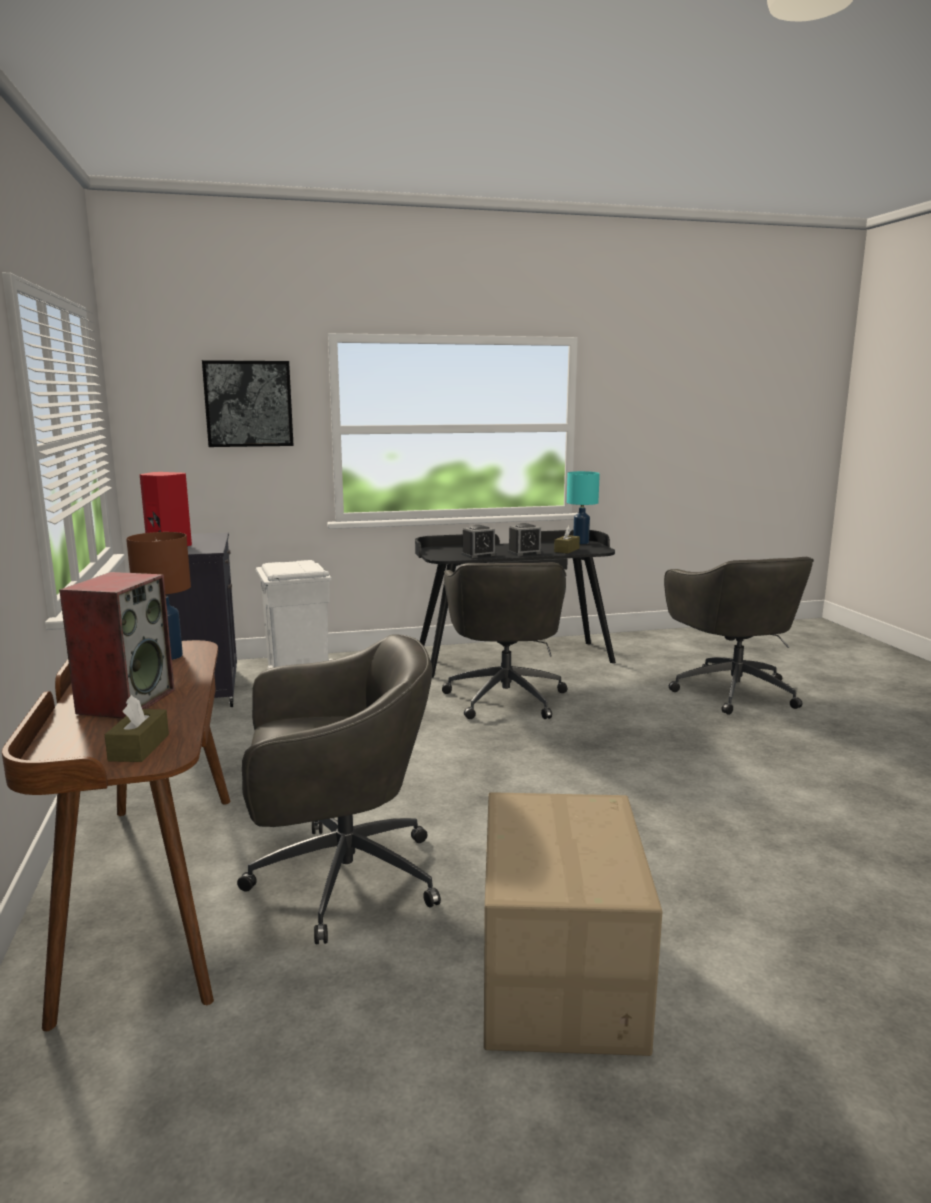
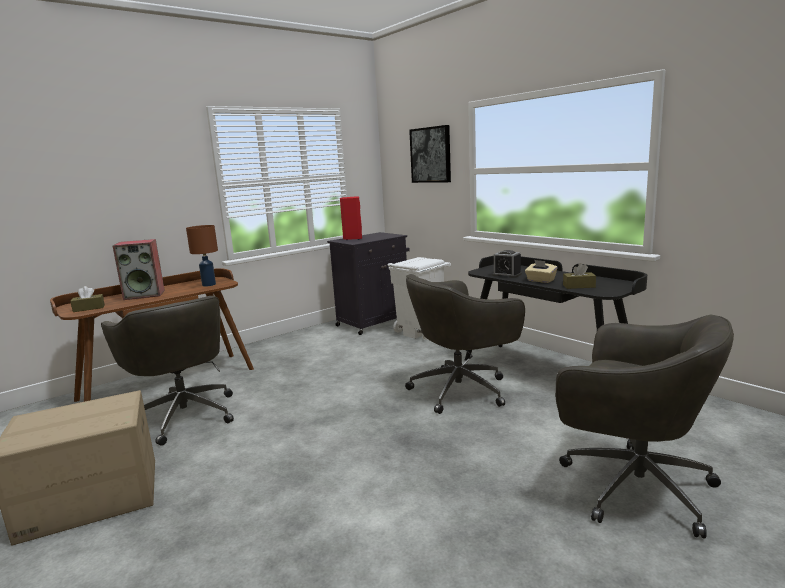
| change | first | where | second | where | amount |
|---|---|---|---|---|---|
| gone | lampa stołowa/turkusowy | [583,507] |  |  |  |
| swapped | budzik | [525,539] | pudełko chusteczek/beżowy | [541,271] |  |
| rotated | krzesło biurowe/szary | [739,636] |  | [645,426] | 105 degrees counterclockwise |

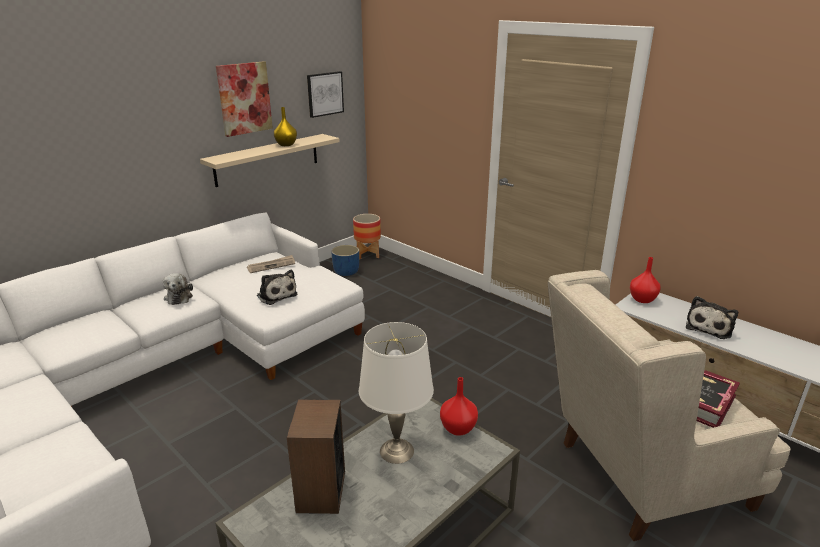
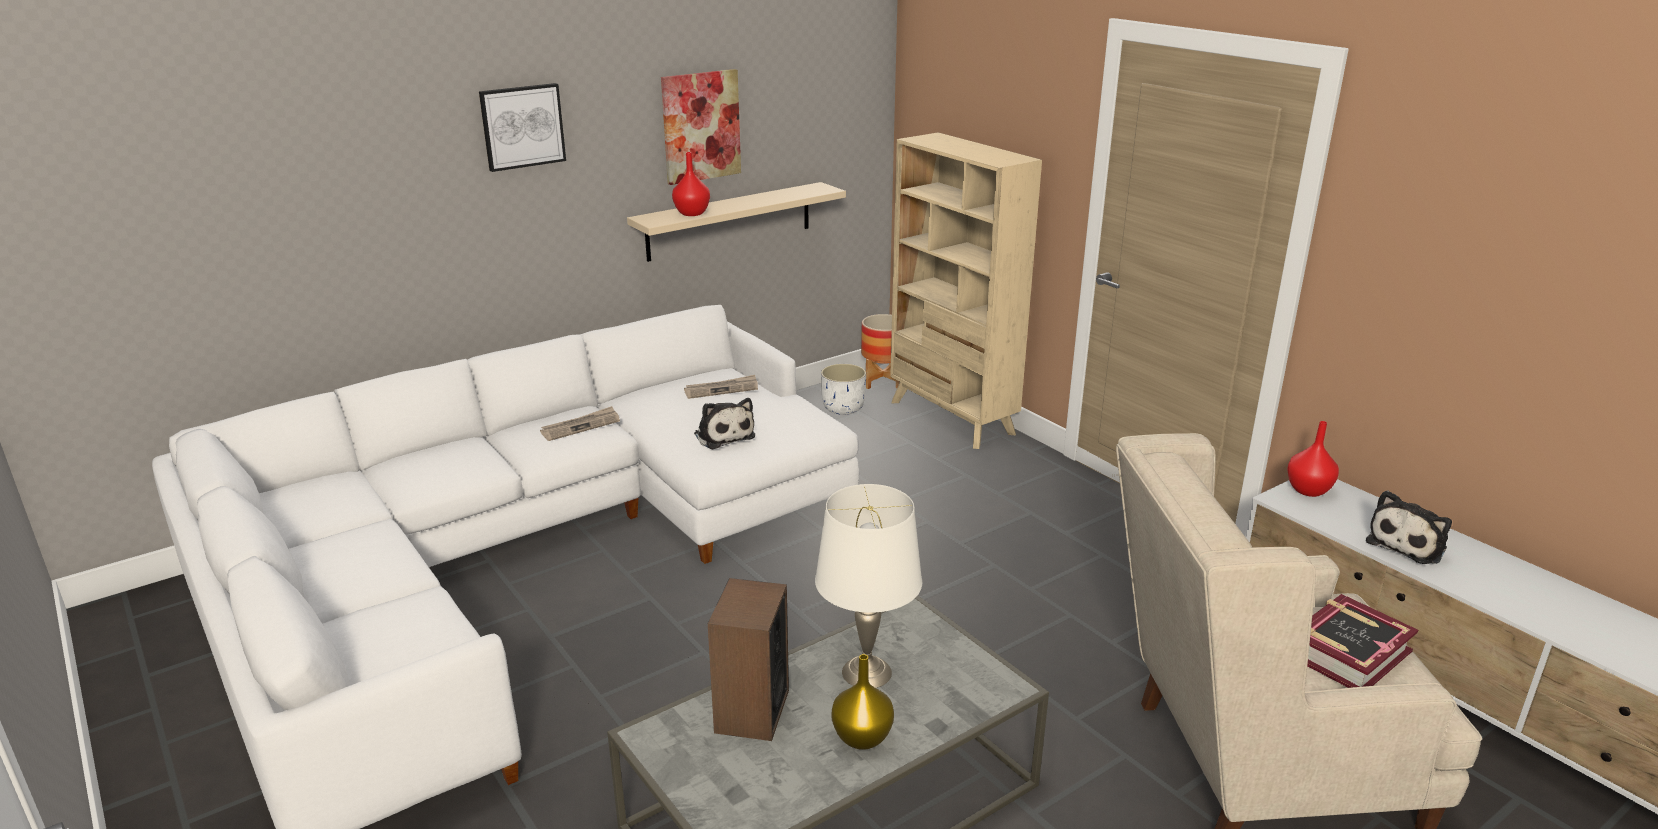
| change | first | where | second | where | amount |
|---|---|---|---|---|---|
| new |  |  | regał/beżowy | [966,290] |  |
| shifted | wazon/żółty | [285,126] |  | [863,702] |  |
| shifted | obraz | [325,94] |  | [522,127] |  |
| shifted | wazon/czerwony | [459,406] |  | [691,184] |  |
| swapped | pluszak | [177,289] | gazeta | [580,423] |  |
| repainted | donica/niebieski | [345,260] | donica/biały | [843,389] |  |

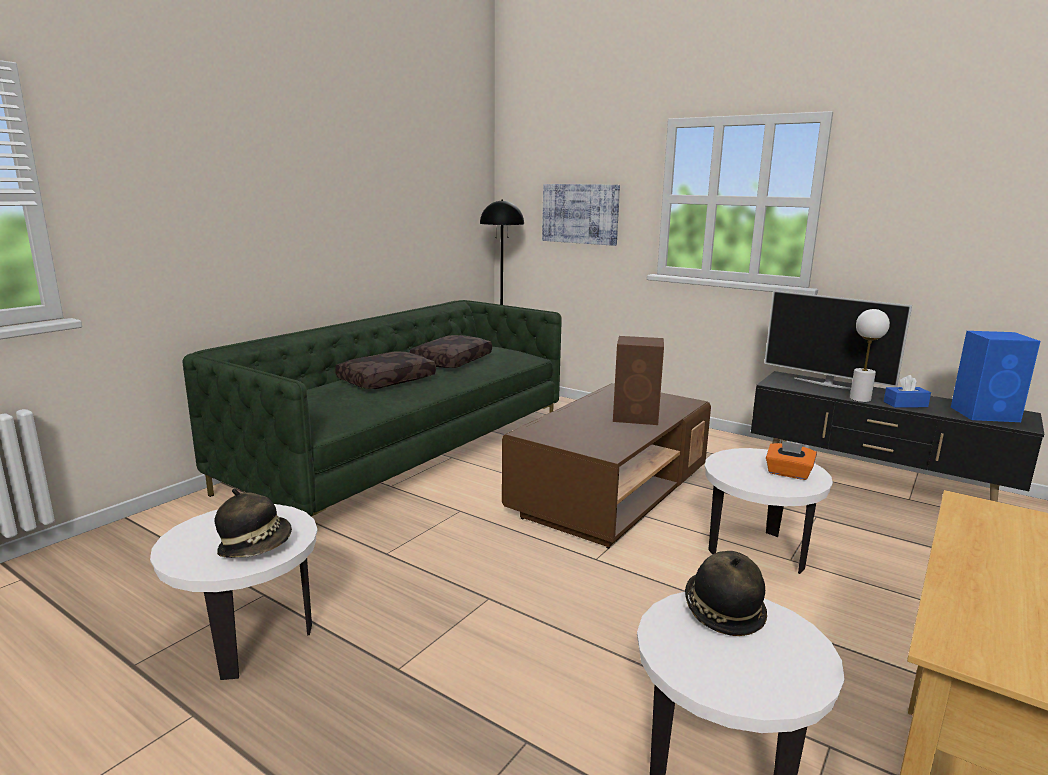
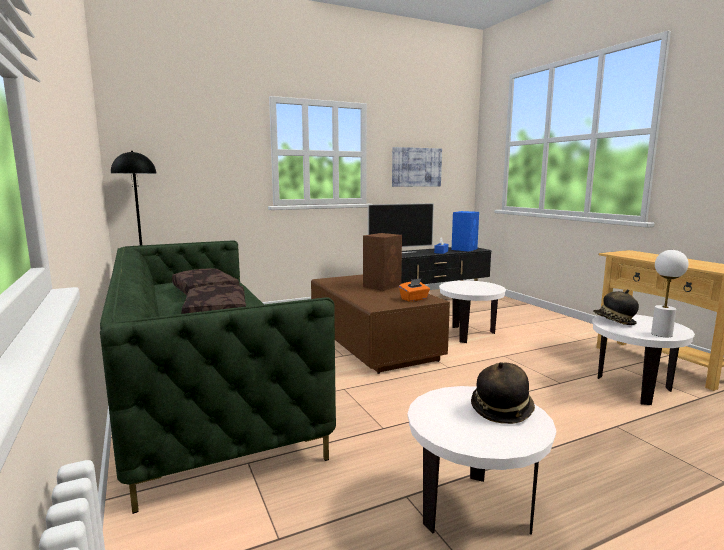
| change | first | where | second | where | amount |
|---|---|---|---|---|---|
| shifted | obraz | [581,215] |  | [417,167] |  |
| shifted | pudełko chusteczek/pomarańczowy | [791,460] |  | [414,290] |  |
| shifted | lampa stołowa/biały | [870,355] |  | [669,293] |  |

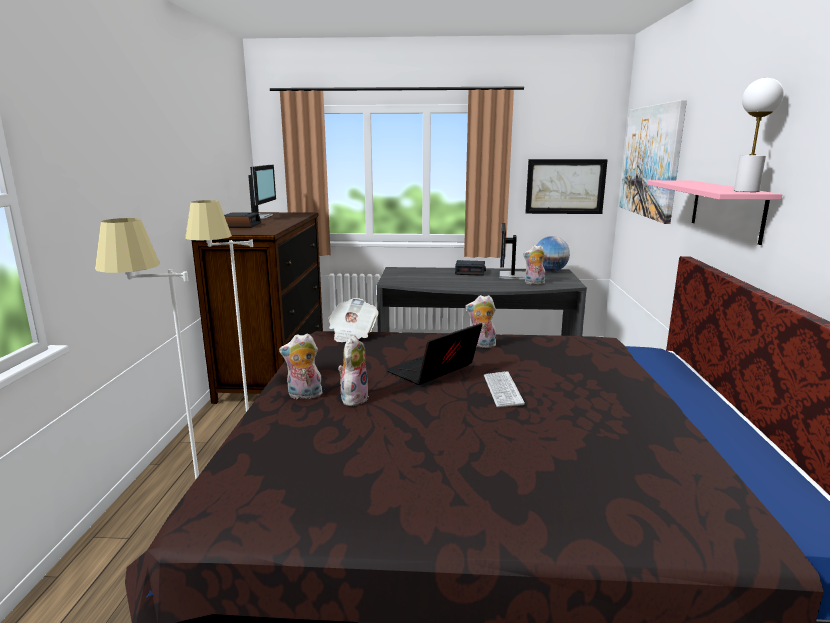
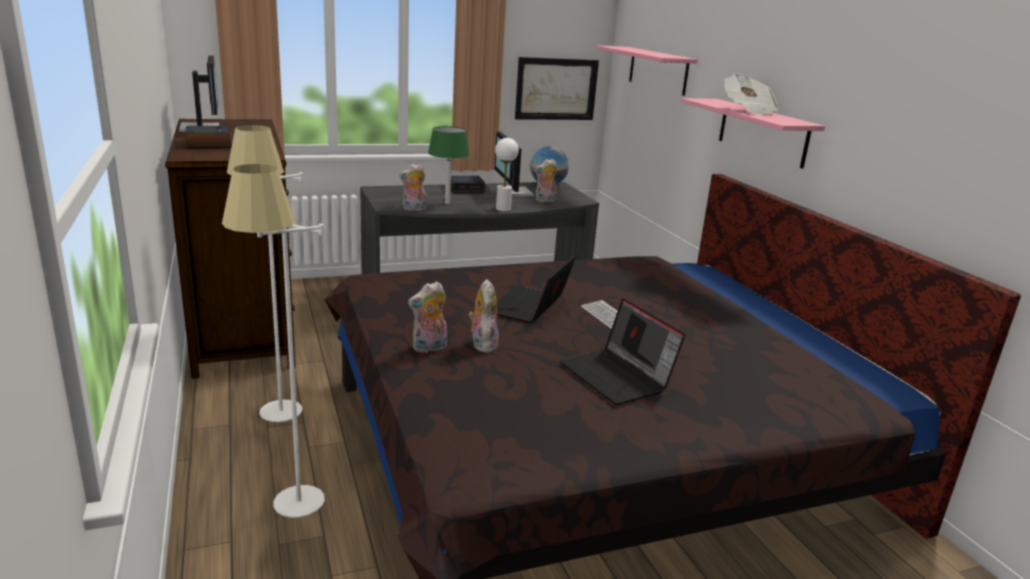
| change | first | where | second | where | amount |
|---|---|---|---|---|---|
| new |  |  | lampa stołowa/zielony | [449,165] |  |
| new |  |  | laptop | [622,351] |  |
| shifted | gazeta | [353,320] |  | [751,94] |  |
| shifted | pluszak | [480,321] |  | [412,187] |  |
| shifted | lampa stołowa/biały | [759,135] |  | [507,175] |  |
| swapped | obraz | [653,162] | półka/różowy | [647,70] |  |

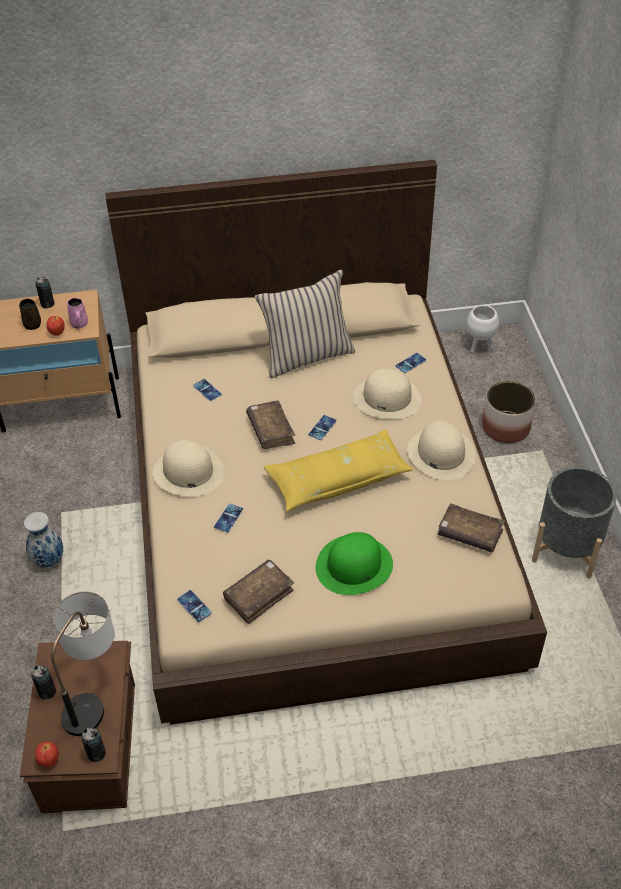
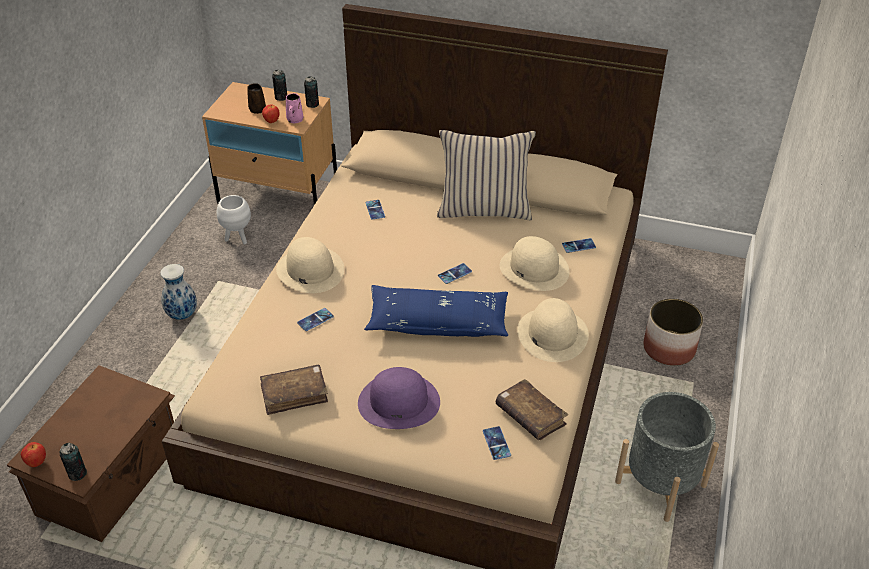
| change | first | where | second | where | amount |
|---|---|---|---|---|---|
| gone | lampa stołowa | [83,663] |  |  |  |
| gone | książka/brązowy | [270,424] |  |  |  |
| shifted | puszka | [43,682] |  | [311,92] |  |
| shifted | telefon | [194,606] |  | [497,443] |  |
| shifted | donica/biały | [482,329] |  | [234,219] |  |
| repainted | poduszka/żółty | [338,470] | poduszka/niebieski | [436,311] |  |
| repainted | kapelusz/zielony | [354,563] | kapelusz/fioletowy | [399,398] |  |

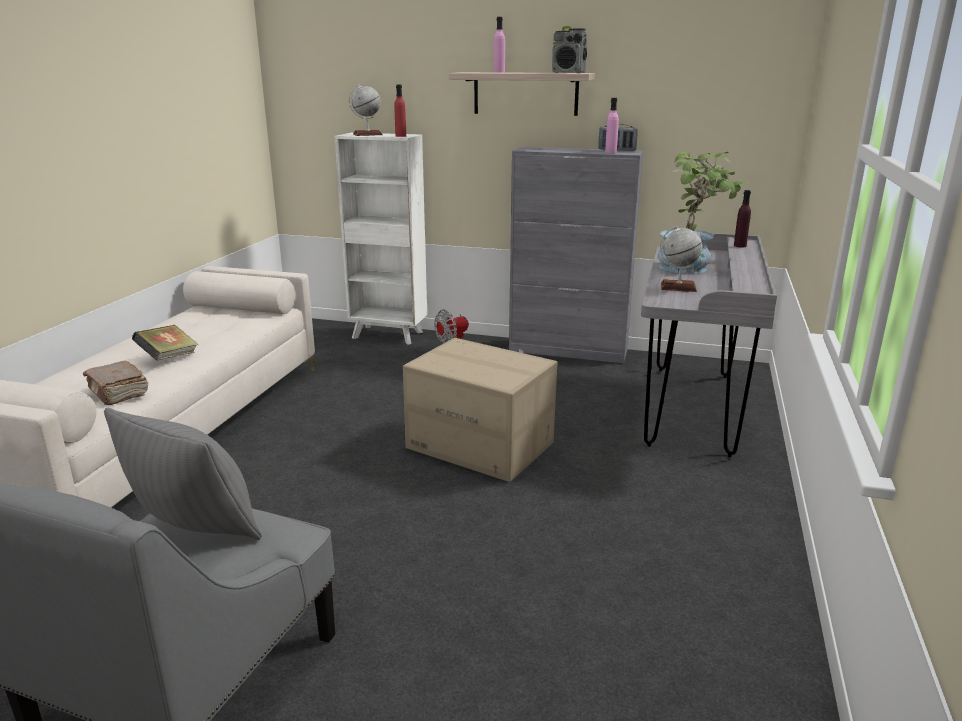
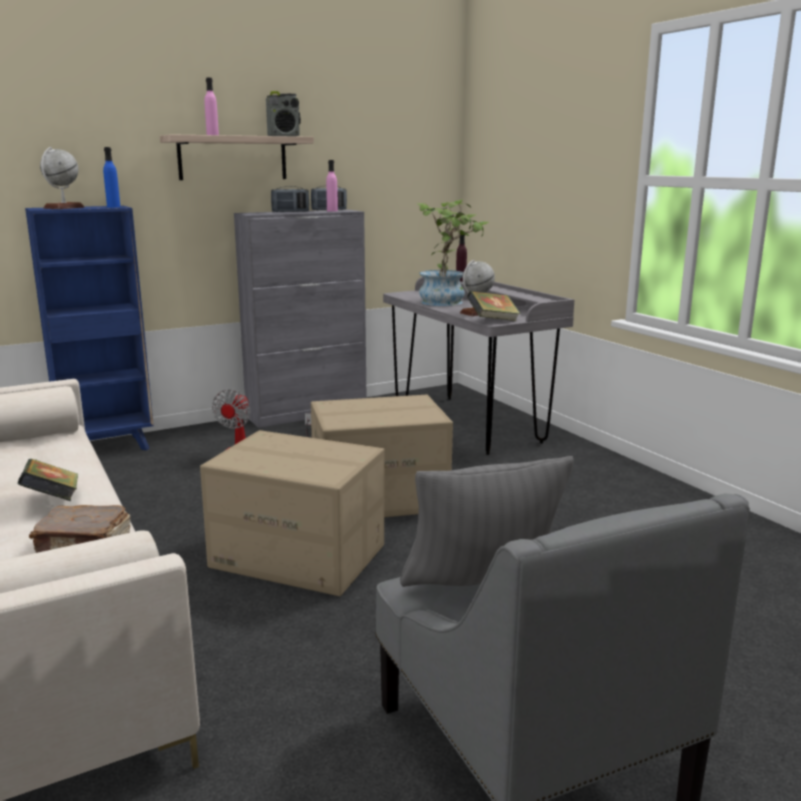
| change | first | where | second | where | amount |
|---|---|---|---|---|---|
| new |  |  | karton | [292,513] |  |
| new |  |  | radio | [290,199] |  |
| new |  |  | książka | [494,306] |  |
| repainted | regał/biały | [381,239] | regał/niebieski | [89,328] |  |
| repainted | butelka/czerwony | [400,110] | butelka/niebieski | [111,177] |  |

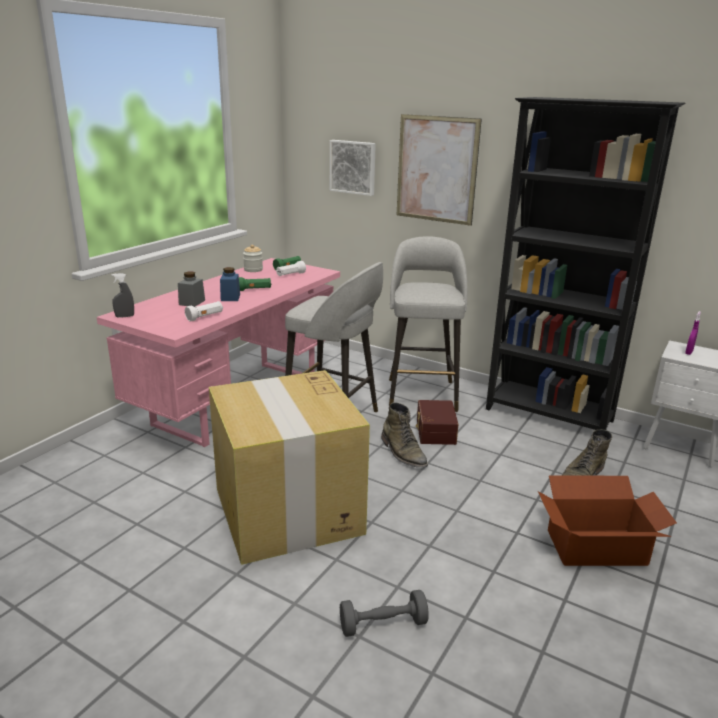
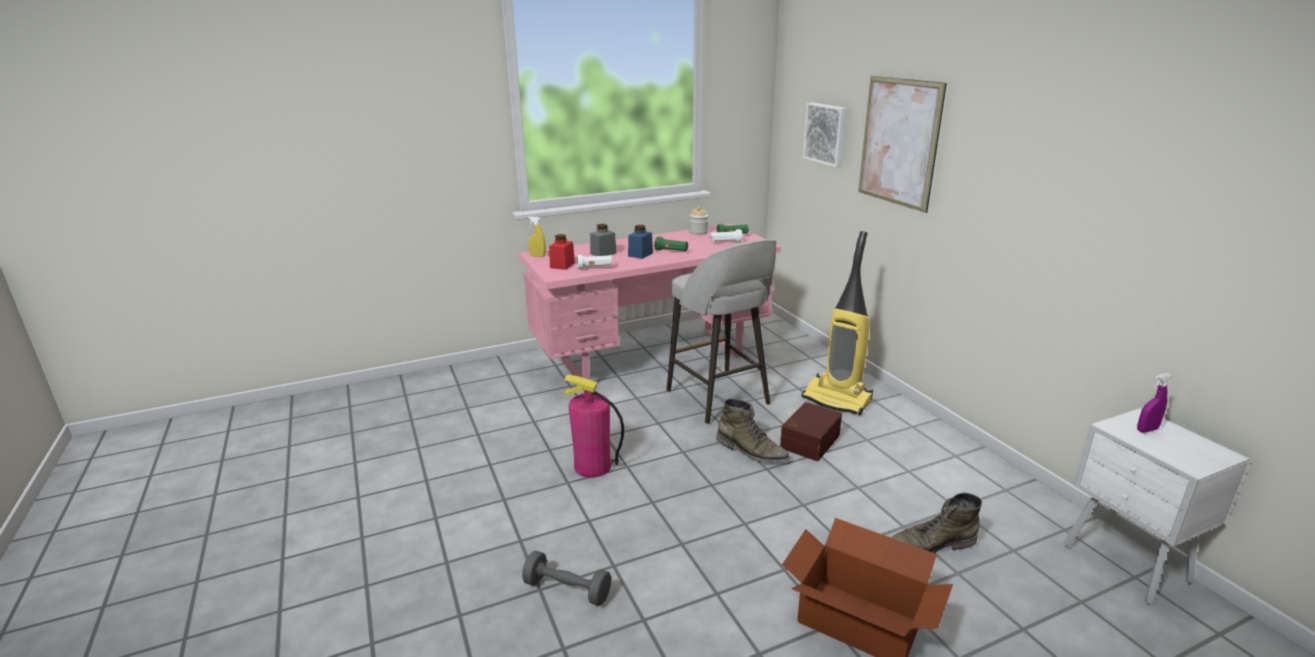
| change | first | where | second | where | amount |
|---|---|---|---|---|---|
| gone | regał/czarny | [585,263] |  |  |  |
| new |  |  | słoik/czerwony | [562,252] |  |
| swapped | karton | [289,467] | gaśnica | [593,426] |  |
| swapped | stołek/szary | [428,324] | odkurzacz | [837,323] |  |
| repainted | spryskiwacz/szary | [122,295] | spryskiwacz/żółty | [537,236] |  |
| rotated | but z cholewką/zielony | [404,435] |  | [753,431] | 60 degrees counterclockwise |

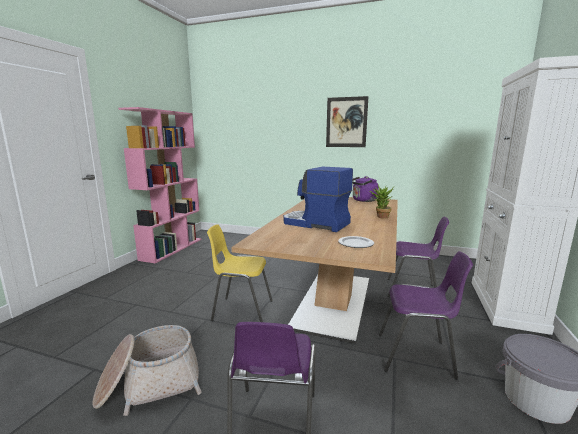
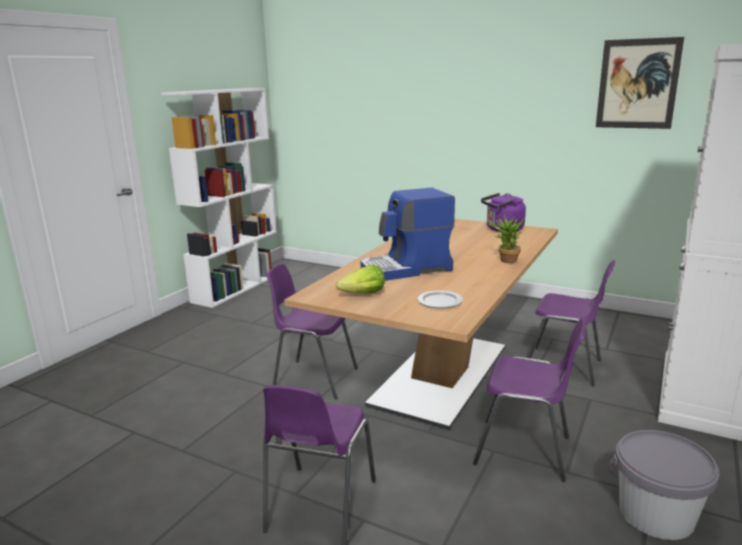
| change | first | where | second | where | amount |
|---|---|---|---|---|---|
| gone | koszyk | [147,370] |  |  |  |
| new |  |  | sałata | [360,279] |  |
| shifted | obraz | [347,121] |  | [640,83] |  |
| repainted | regał/różowy | [160,185] | regał/biały | [218,198] |  |
| repainted | krzesło/żółty | [240,273] | krzesło/fioletowy | [312,331] |  |
| rotated | ekspres do kawy | [318,199] |  | [408,234] | 60 degrees counterclockwise |

